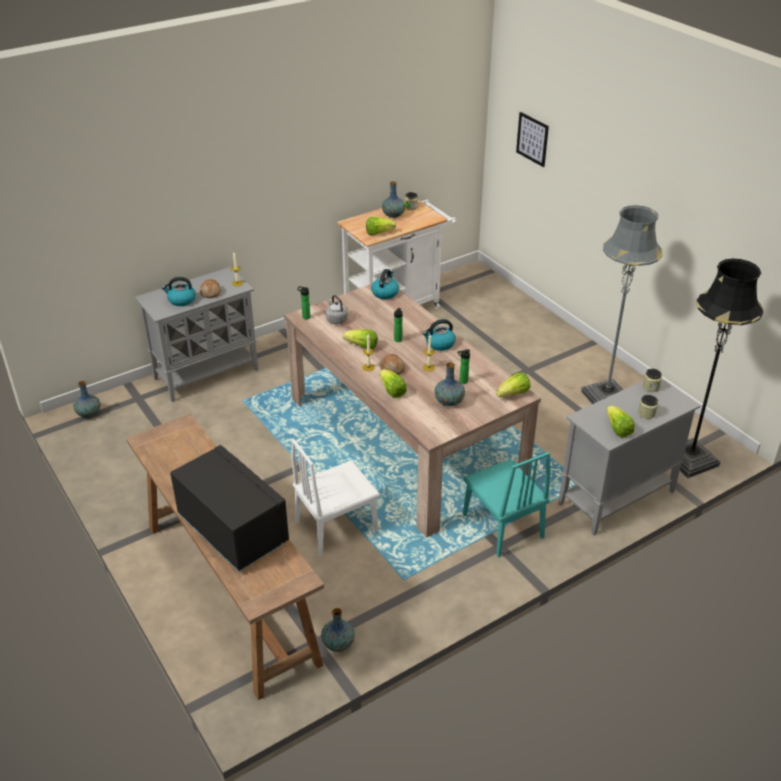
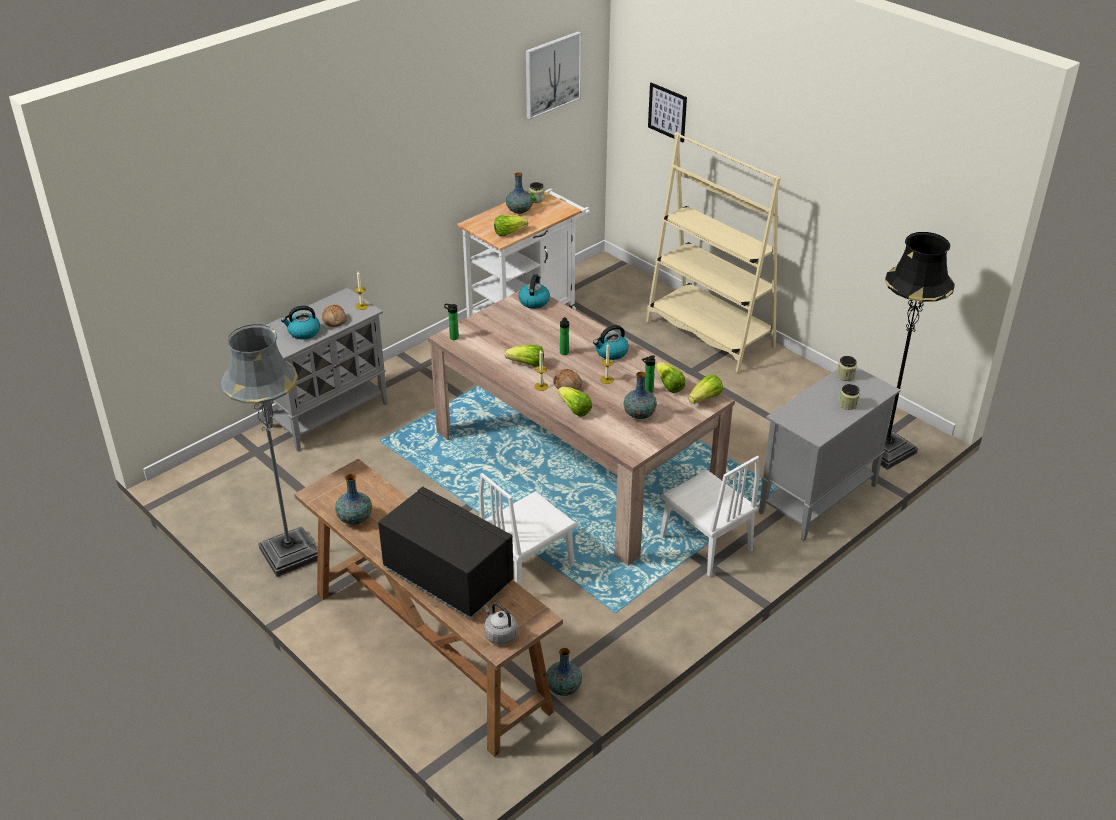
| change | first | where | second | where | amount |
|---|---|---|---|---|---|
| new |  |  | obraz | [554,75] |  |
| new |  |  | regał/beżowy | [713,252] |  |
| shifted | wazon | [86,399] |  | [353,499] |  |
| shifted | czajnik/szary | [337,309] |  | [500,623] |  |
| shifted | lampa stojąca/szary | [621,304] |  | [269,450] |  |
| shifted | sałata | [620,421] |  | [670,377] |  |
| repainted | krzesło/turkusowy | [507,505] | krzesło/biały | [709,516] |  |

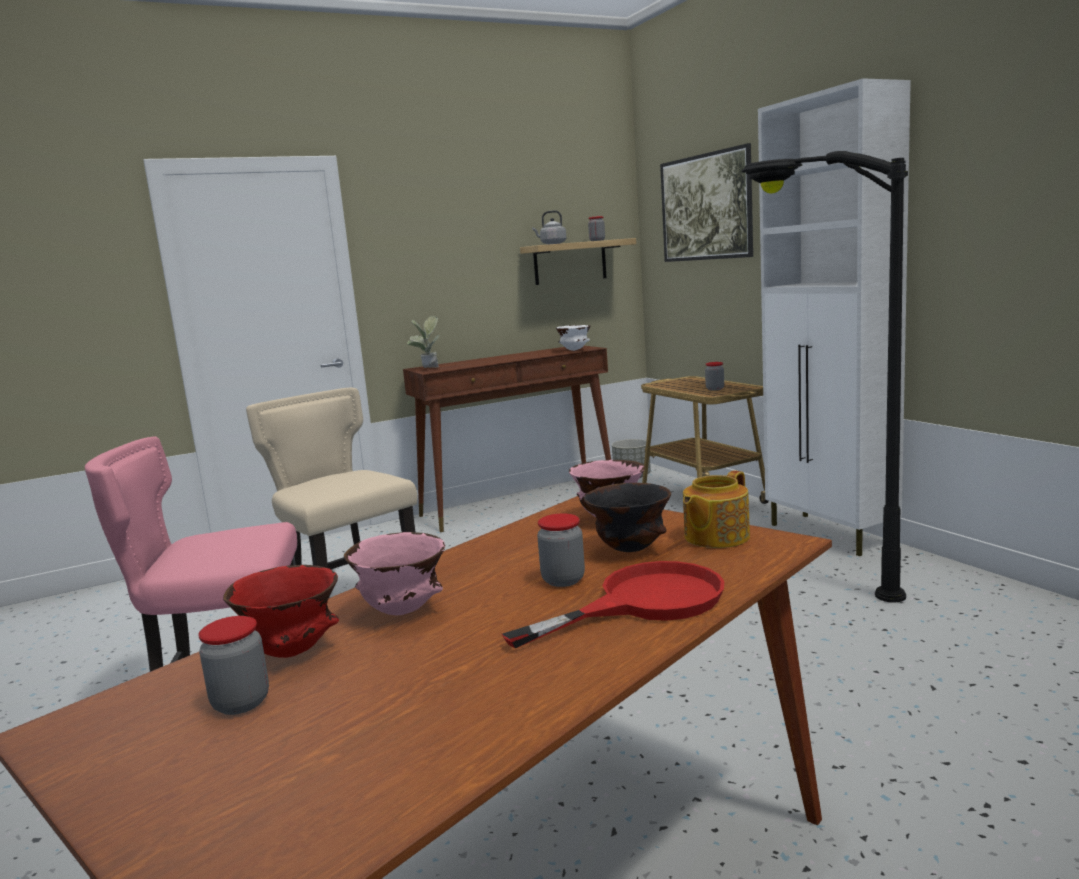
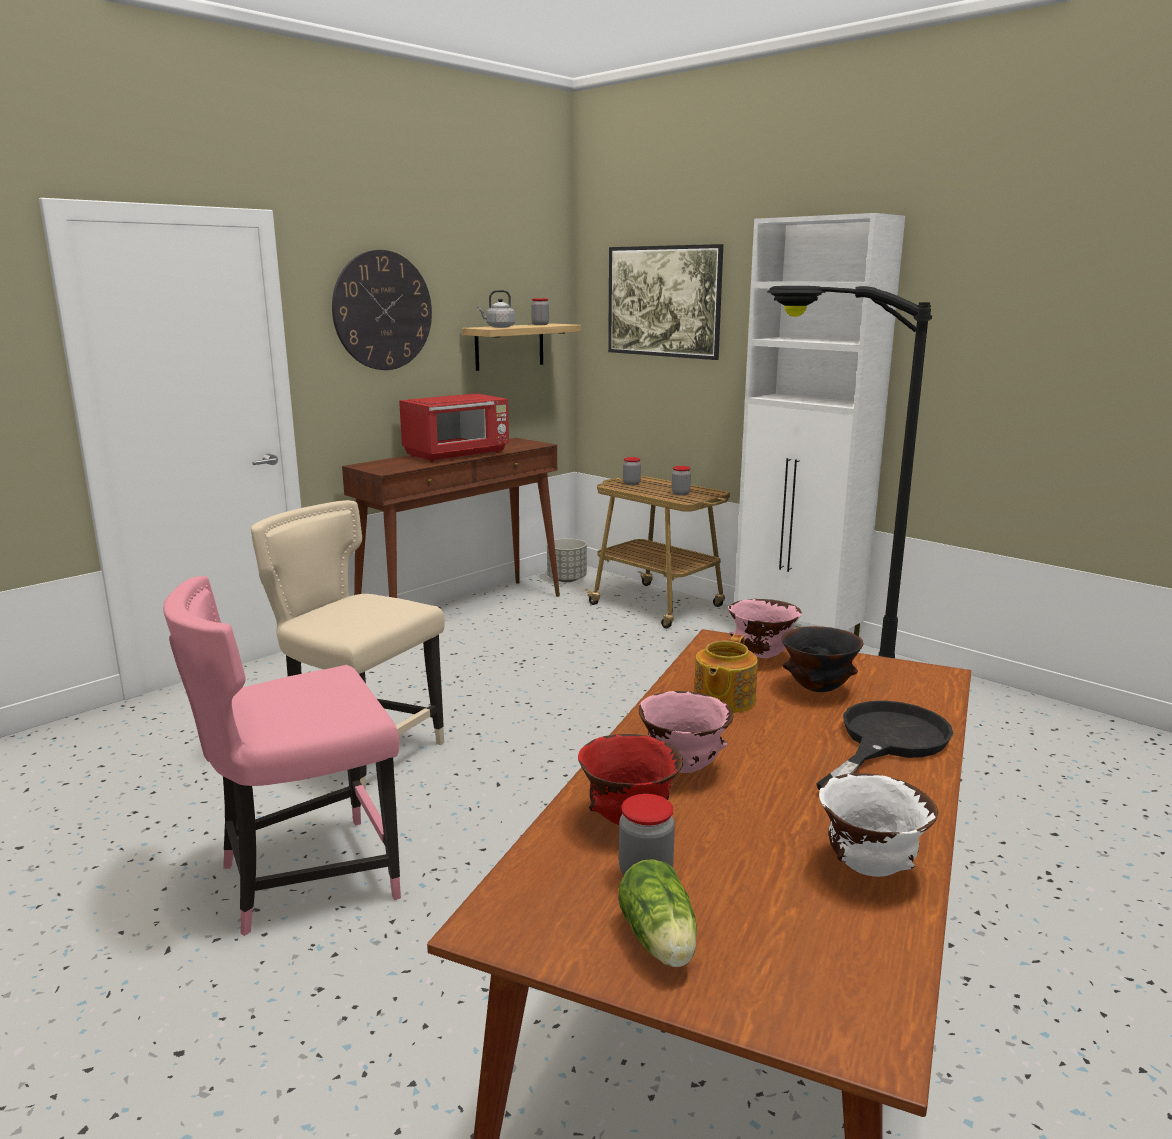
| change | first | where | second | where | amount |
|---|---|---|---|---|---|
| gone | roślina doniczkowa | [423,342] |  |  |  |
| new |  |  | zegar ścienny | [382,310] |  |
| new |  |  | mikrofalówka/czerwony | [454,427] |  |
| new |  |  | sałata | [657,913] |  |
| shifted | słoik | [561,550] |  | [632,471] |  |
| shifted | miska/biały | [573,338] |  | [878,825] |  |
| shifted | imbryk | [716,509] |  | [726,673] |  |
| repainted | patelnia/czerwony | [613,604] | patelnia/czarny | [884,745] |  |

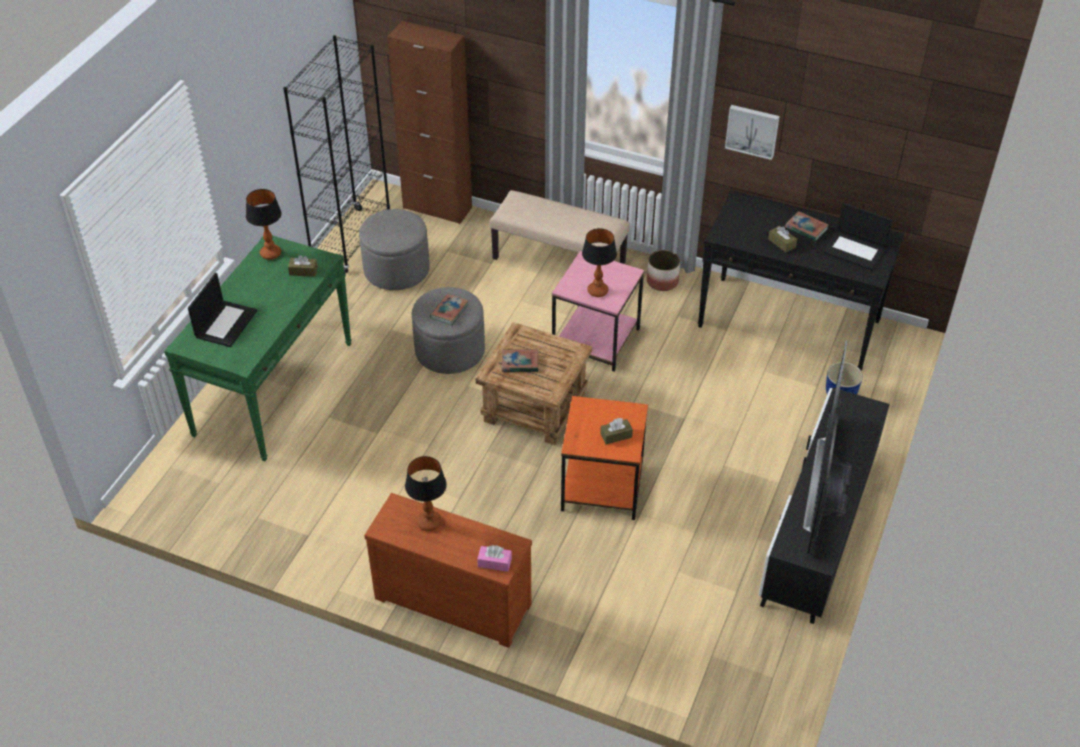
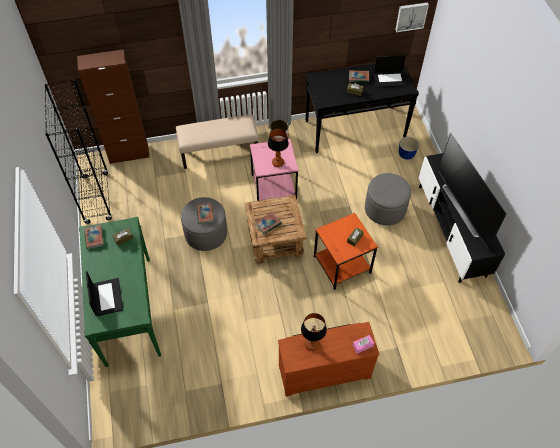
| change | first | where | second | where | amount |
|---|---|---|---|---|---|
| shifted | pufa/szary | [394,249] |  | [388,199] |  |
| shifted | obraz | [752,132] |  | [412,17] |  |
| swapped | lampa stołowa | [264,224] | książka | [94,237] |  |

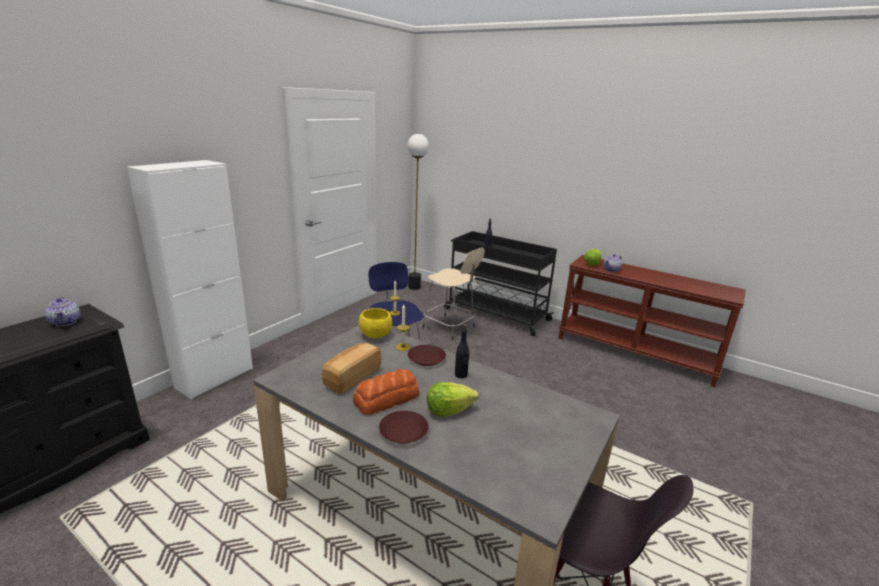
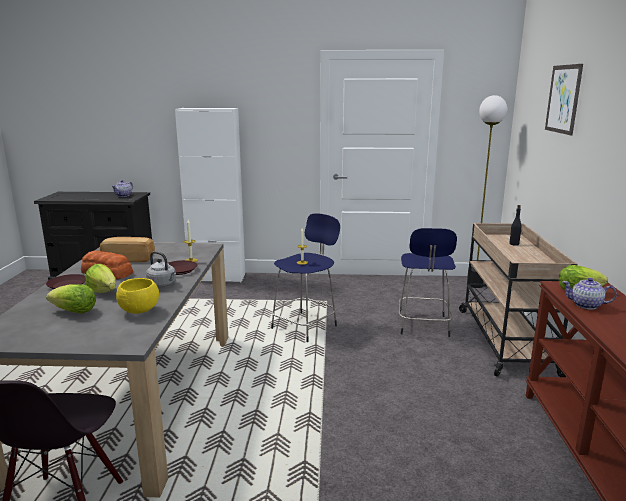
| change | first | where | second | where | amount |
|---|---|---|---|---|---|
| new |  |  | sałata | [71,299] |  |
| new |  |  | obraz | [564,99] |  |
| shifted | miska/żółty | [375,323] |  | [137,296] |  |
| swapped | butelka/czarny | [462,351] | czajnik/szary | [161,269] |  |
| repainted | stołek/beżowy | [453,294] | stołek/niebieski | [428,282] |  |
| repainted | wózek/czarny | [500,283] | wózek/beżowy | [518,300] |  |

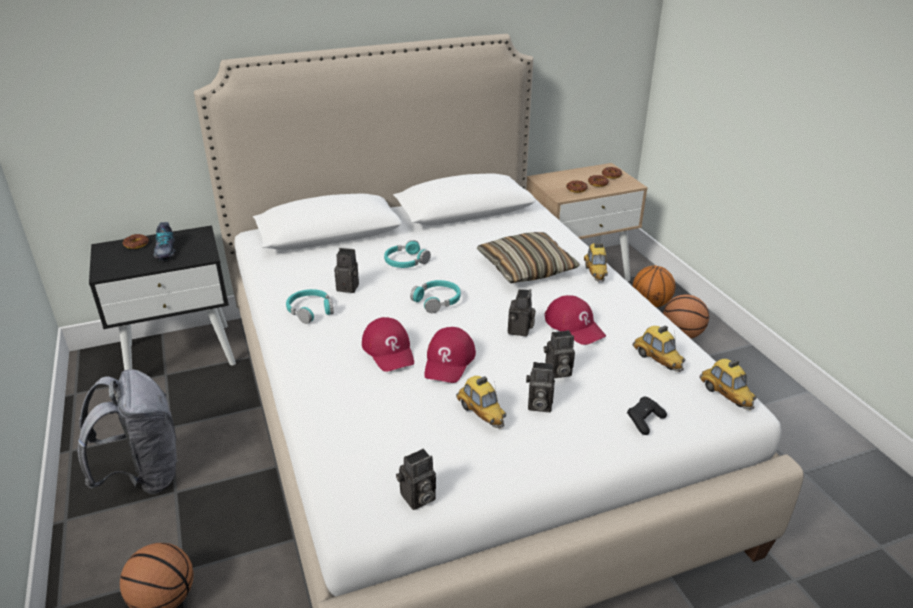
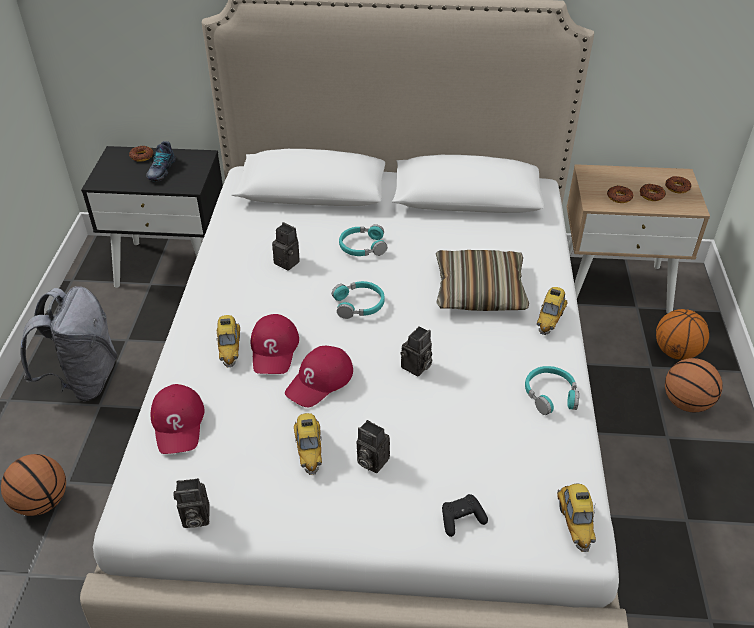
| change | first | where | second | where | amount |
|---|---|---|---|---|---|
| gone | aparat fotograficzny | [559,354] |  |  |  |
| shifted | słuchawki/turkusowy | [310,306] |  | [552,390] |  |
| shifted | czapka z daszkiem/czerwony | [575,320] |  | [178,419] |  |
| shifted | samochodzik | [659,348] |  | [228,341] |  |

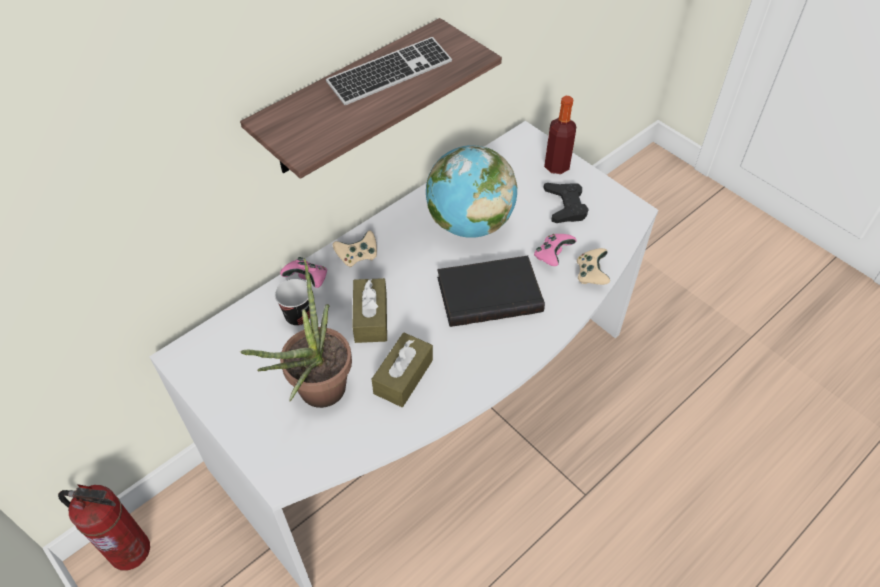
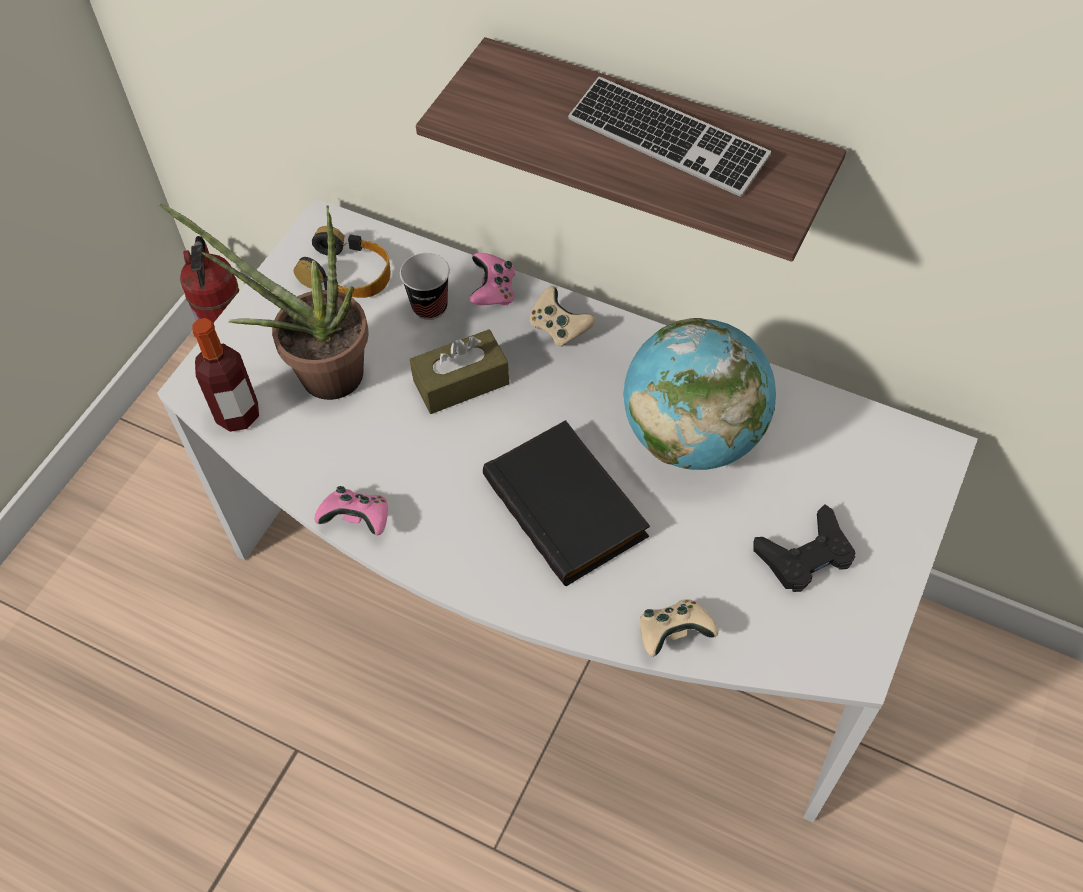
| change | first | where | second | where | amount |
|---|---|---|---|---|---|
| gone | pudełko chusteczek/brązowy | [402,370] |  |  |  |
| new |  |  | słuchawki | [341,262] |  |
| shifted | pad do gier/różowy | [555,250] |  | [351,511] |  |
| shifted | butelka | [560,135] |  | [225,375] |  |

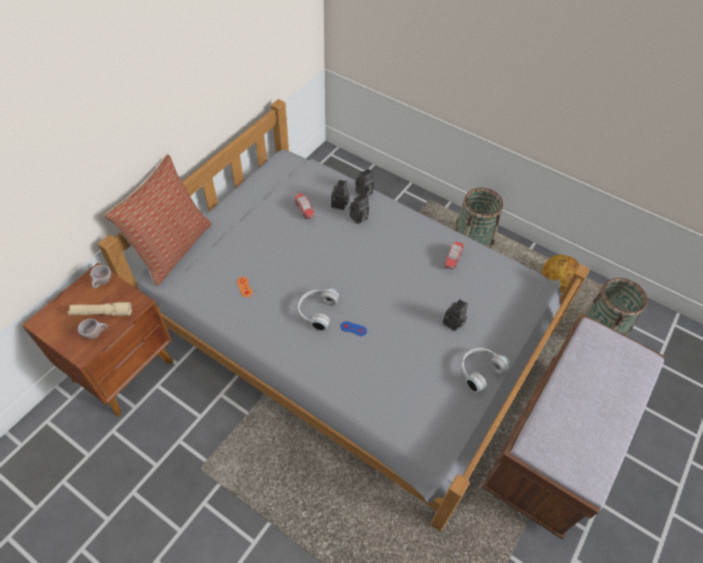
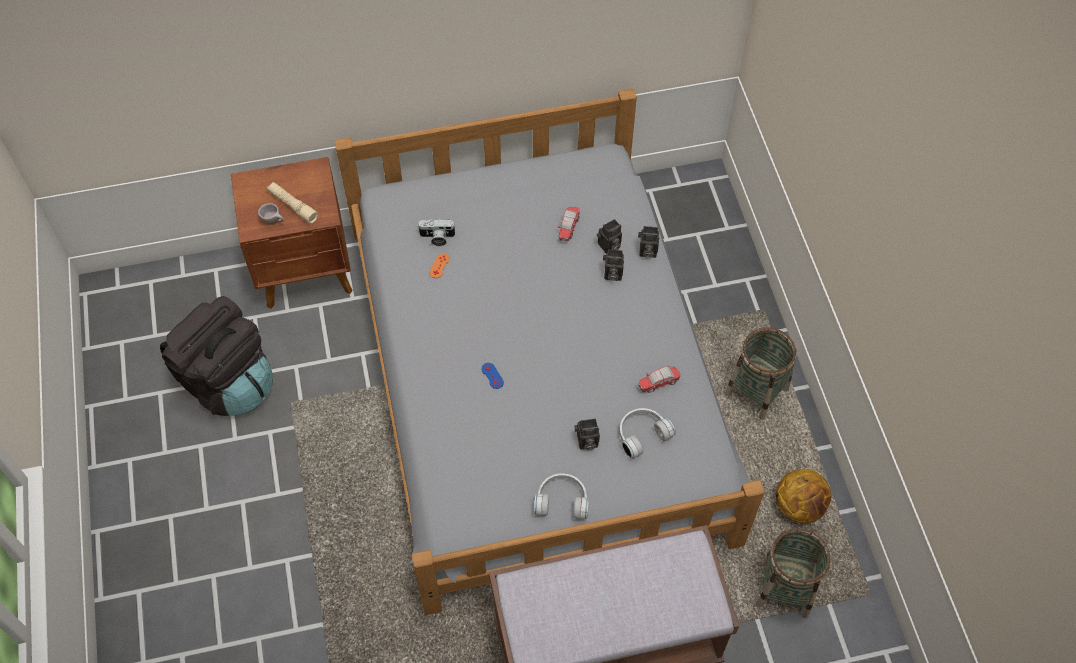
| change | first | where | second | where | amount |
|---|---|---|---|---|---|
| gone | filiżanka/beżowy | [100,276] |  |  |  |
| gone | poduszka | [157,220] |  |  |  |
| new |  |  | plecak/czarny | [216,356] |  |
| new |  |  | aparat fotograficzny | [436,232] |  |
| shifted | słuchawki/biały | [318,309] |  | [648,433] |  |

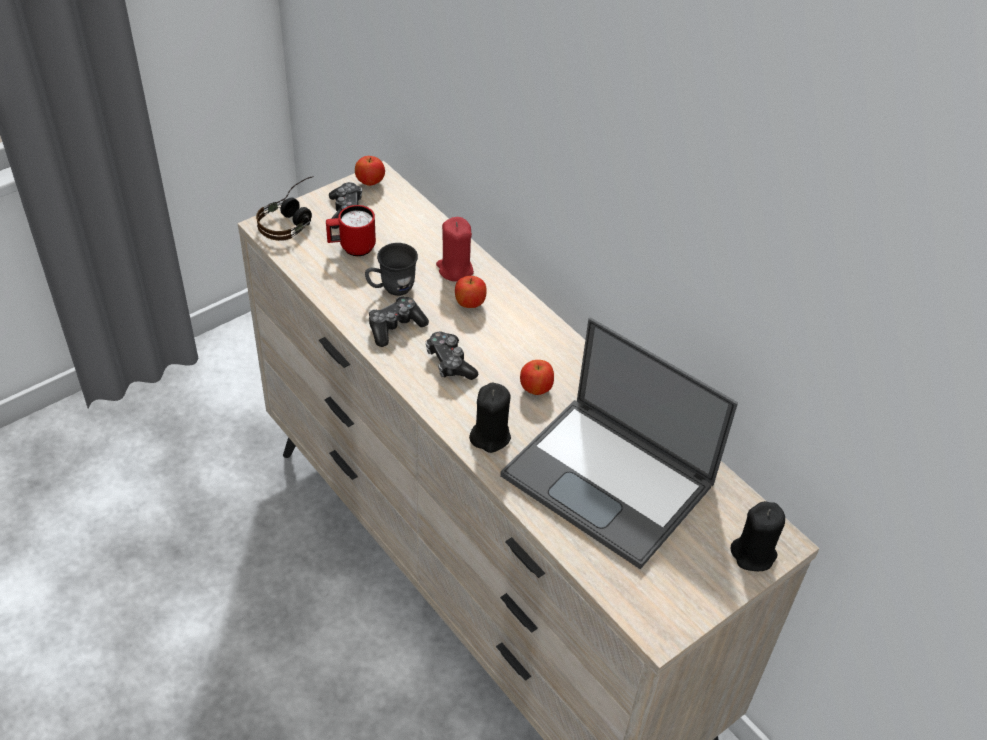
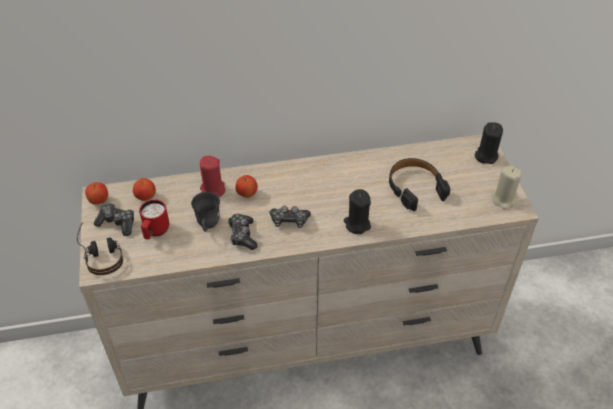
| change | first | where | second | where | amount |
|---|---|---|---|---|---|
| new |  |  | świeca/beżowy | [507,188] |  |
| shifted | jabłko | [537,377] |  | [144,189] |  |
| swapped | laptop | [619,443] | słuchawki/czarny | [419,184] |  |

